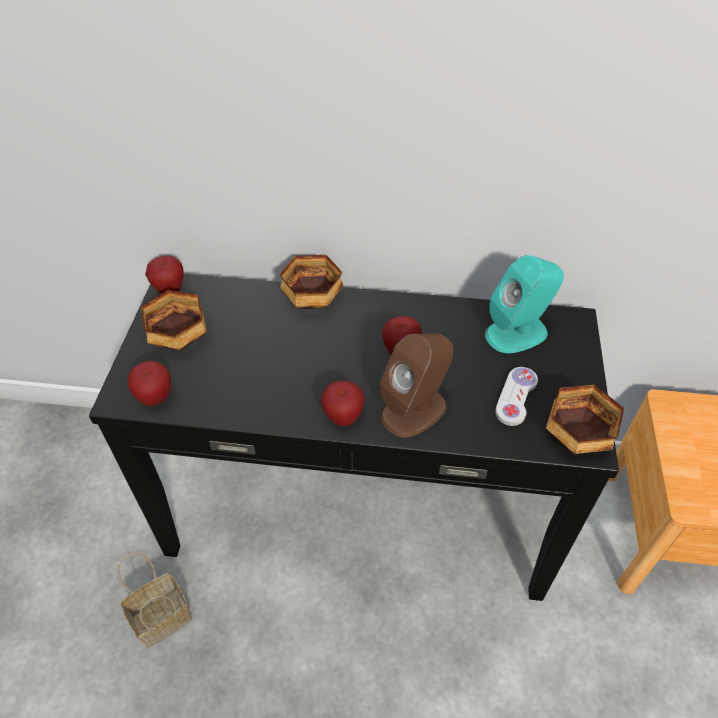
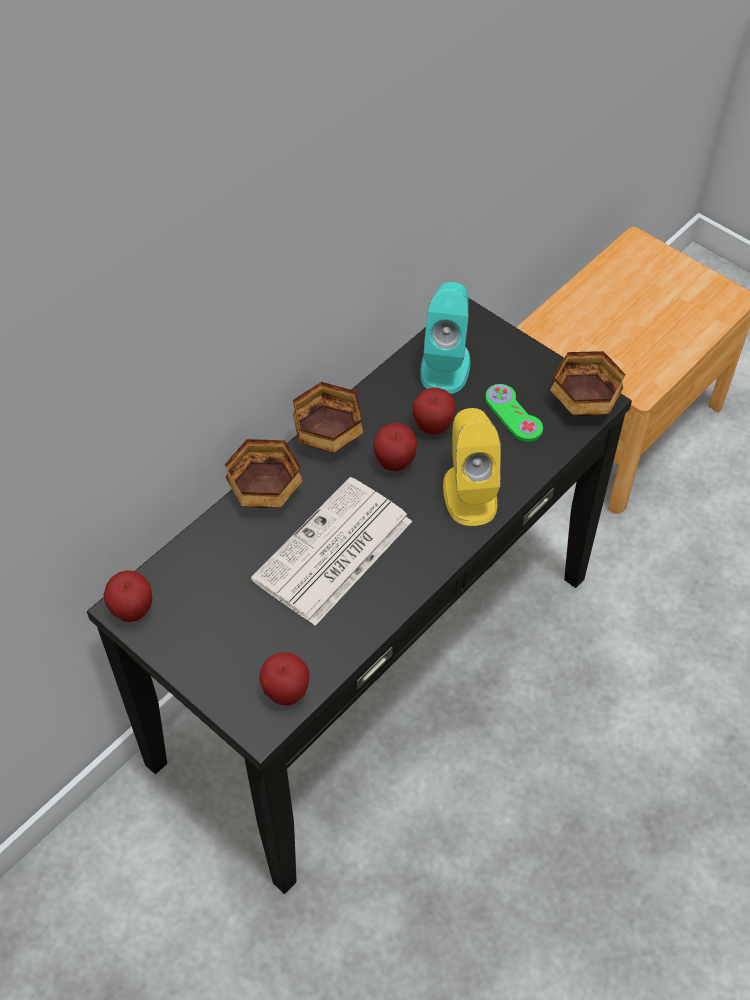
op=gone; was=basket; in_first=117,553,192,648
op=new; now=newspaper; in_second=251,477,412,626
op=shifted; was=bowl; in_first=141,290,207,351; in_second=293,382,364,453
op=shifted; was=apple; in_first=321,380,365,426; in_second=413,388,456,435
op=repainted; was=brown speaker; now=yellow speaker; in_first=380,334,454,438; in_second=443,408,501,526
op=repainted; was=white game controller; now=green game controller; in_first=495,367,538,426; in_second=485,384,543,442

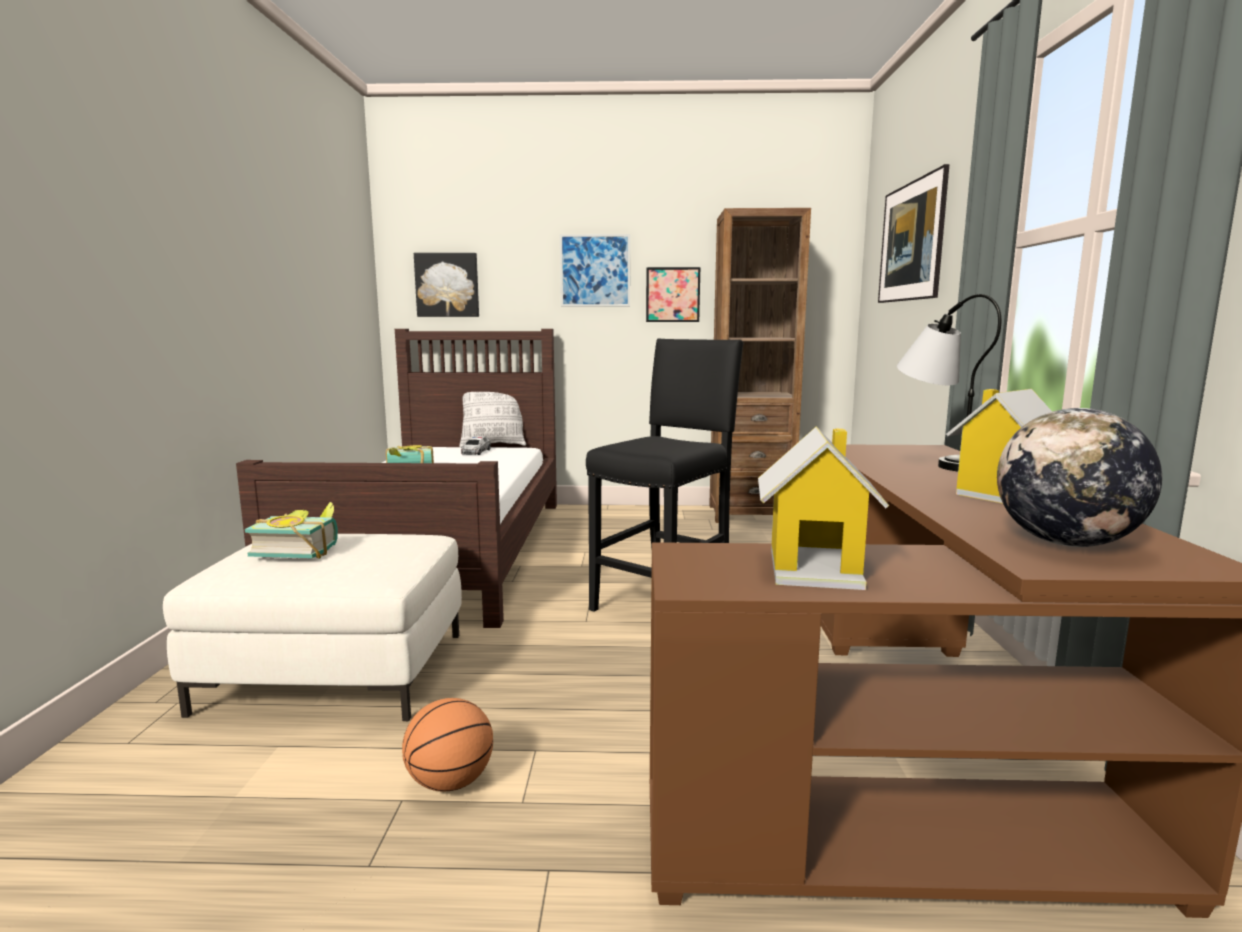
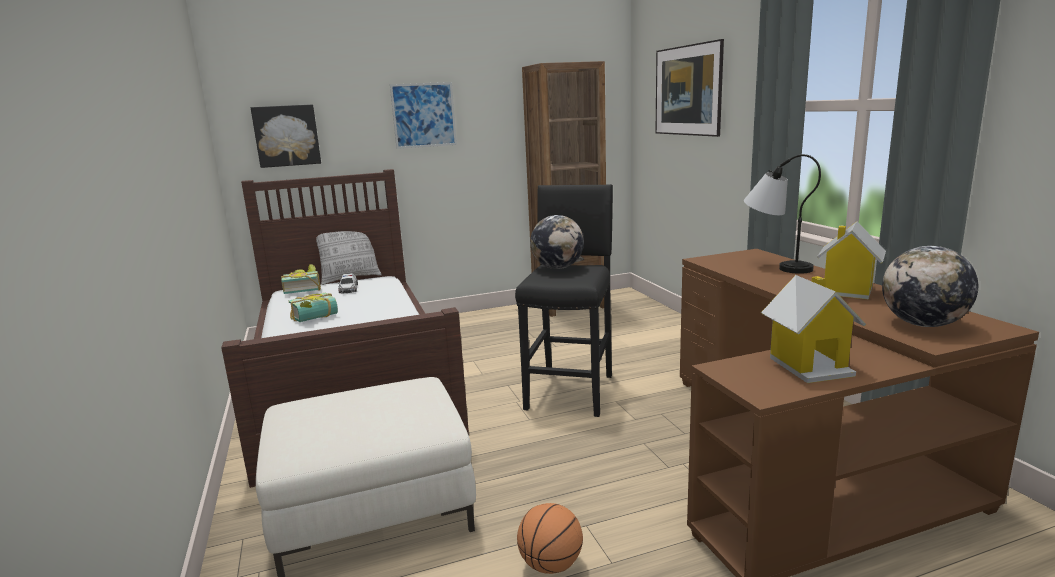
op=gone; was=picture; in_first=646,267,700,322
op=new; now=globe; in_second=530,215,584,269
op=shifted; was=book; in_first=245,502,338,559; in_second=281,264,321,294

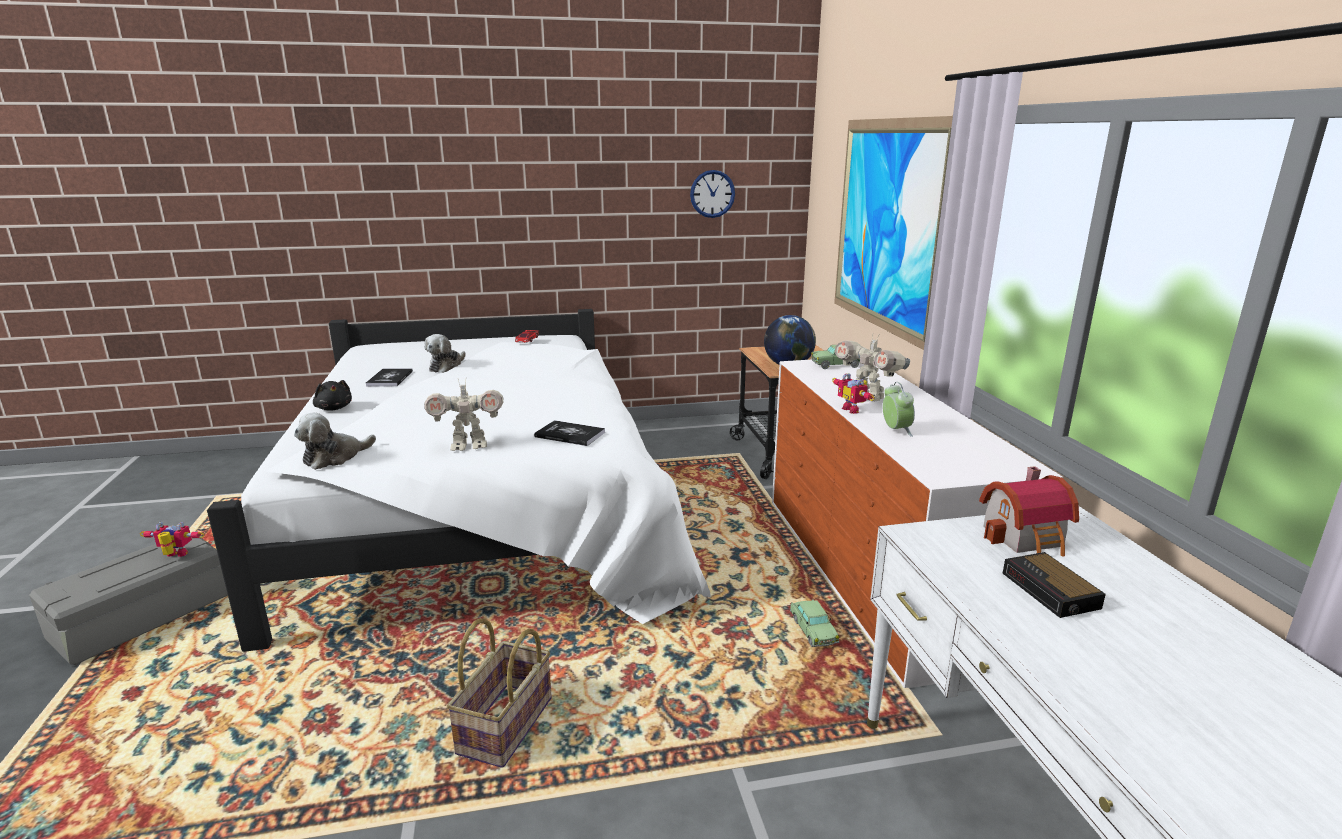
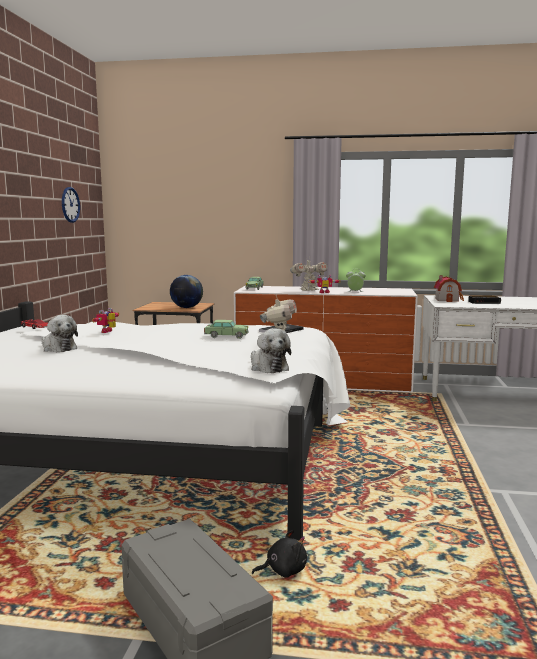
op=gone; was=book; in_first=366,369,413,386
op=gone; was=basket; in_first=447,618,552,768
op=gone; was=picture; in_first=834,116,953,350
op=shifted; was=toy robot; in_first=140,522,205,557; in_second=92,308,119,333
op=shifted; was=black plush toy; in_first=313,380,352,411; in_second=252,530,307,578
op=shifted; was=toy car; in_first=790,599,840,647; in_second=204,320,248,339

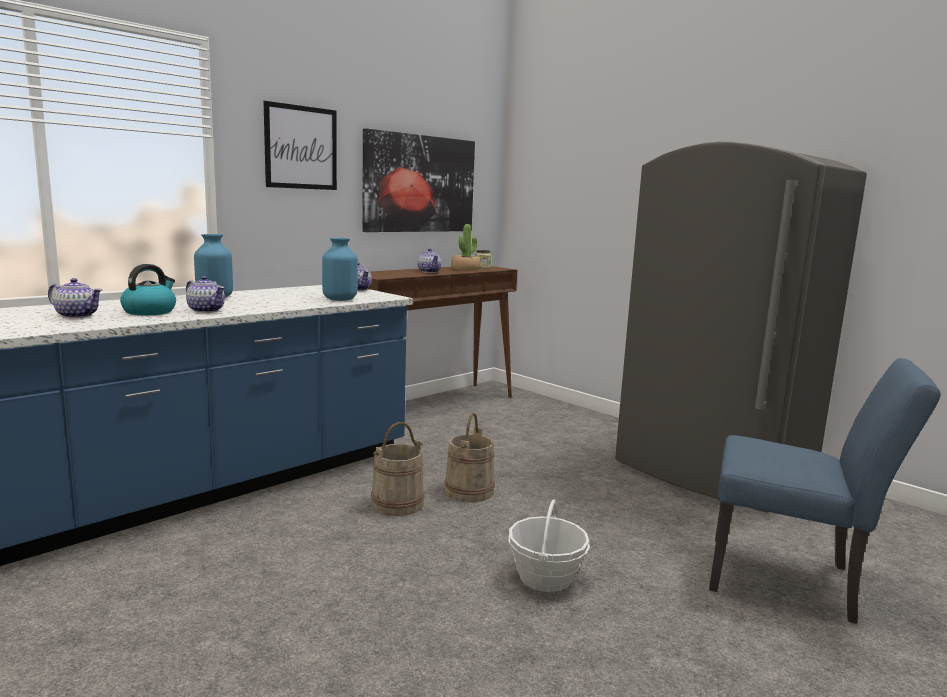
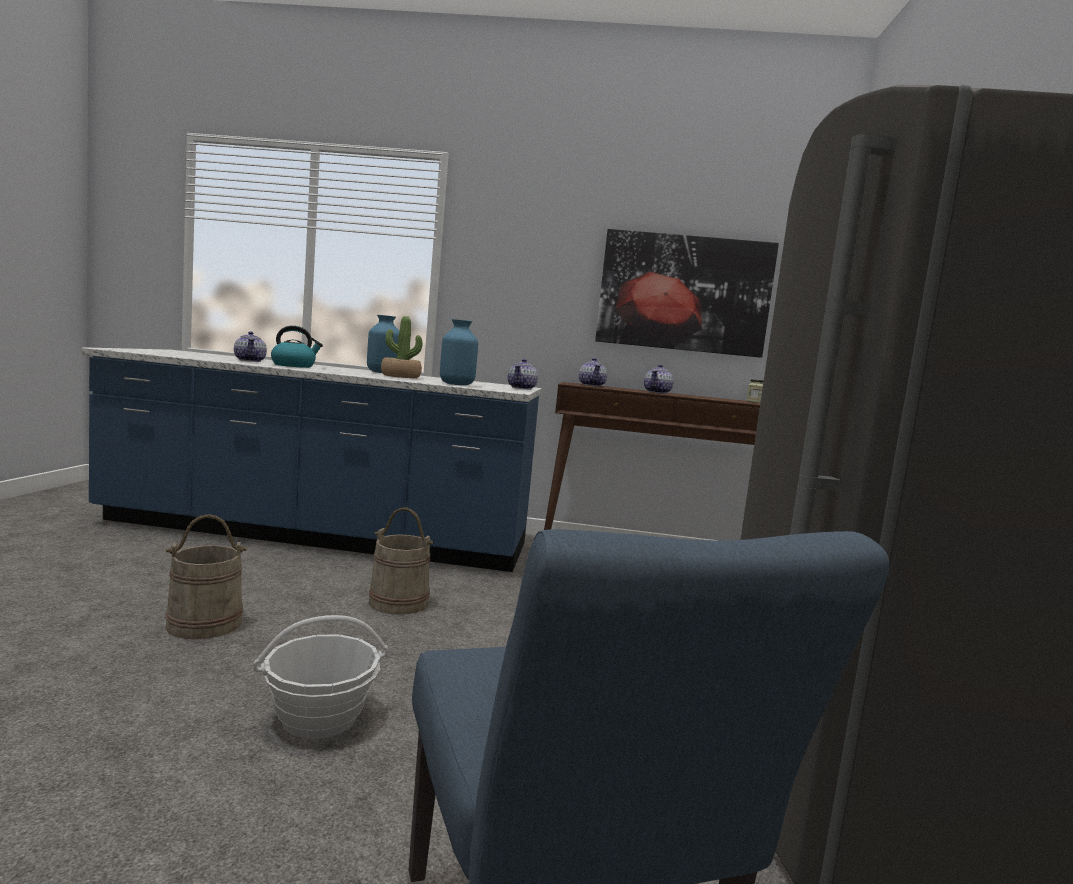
op=gone; was=picture; in_first=263,101,337,190
op=shifted; was=teapot; in_first=186,276,225,313; in_second=579,358,607,387
op=shifted; was=beige bucket; in_first=445,413,495,502; in_second=165,514,247,639
op=shifted; was=potted plant; in_first=451,224,481,271; in_second=381,316,422,378

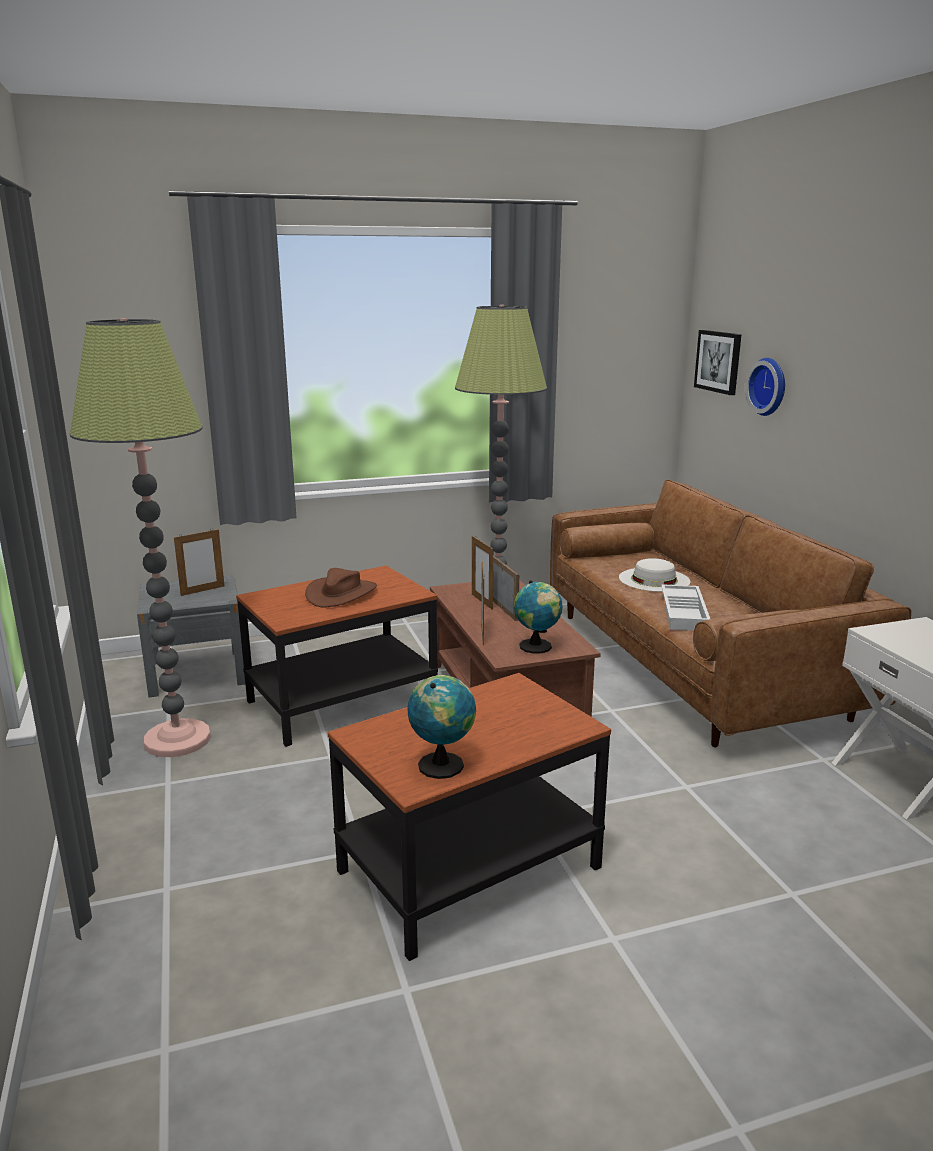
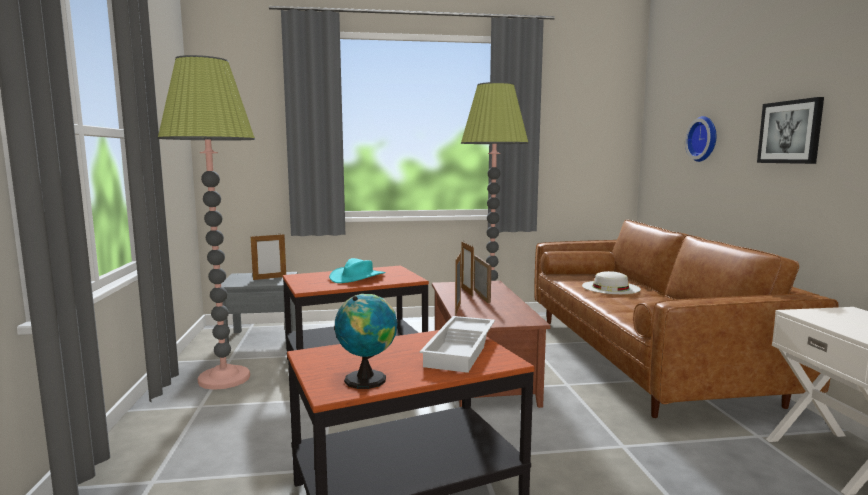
op=gone; was=globe; in_first=514,580,563,654
op=shifted; was=white tray; in_first=661,584,710,631; in_second=420,316,495,373
op=shifted; was=picture; in_first=694,330,742,395; in_second=757,97,824,164
op=repainted; was=brown hat; now=turquoise hat; in_first=305,568,377,607; in_second=329,258,386,283

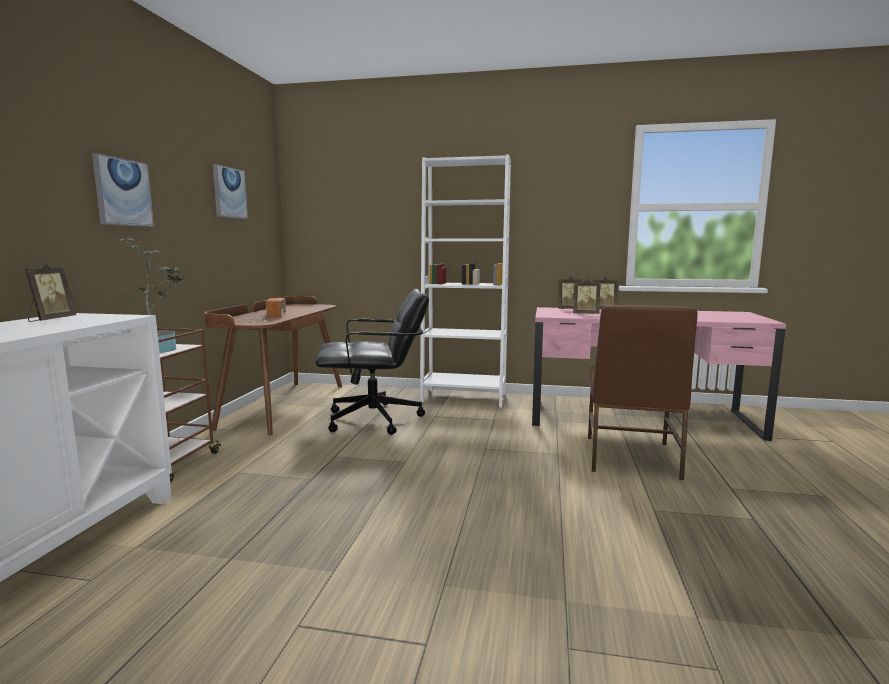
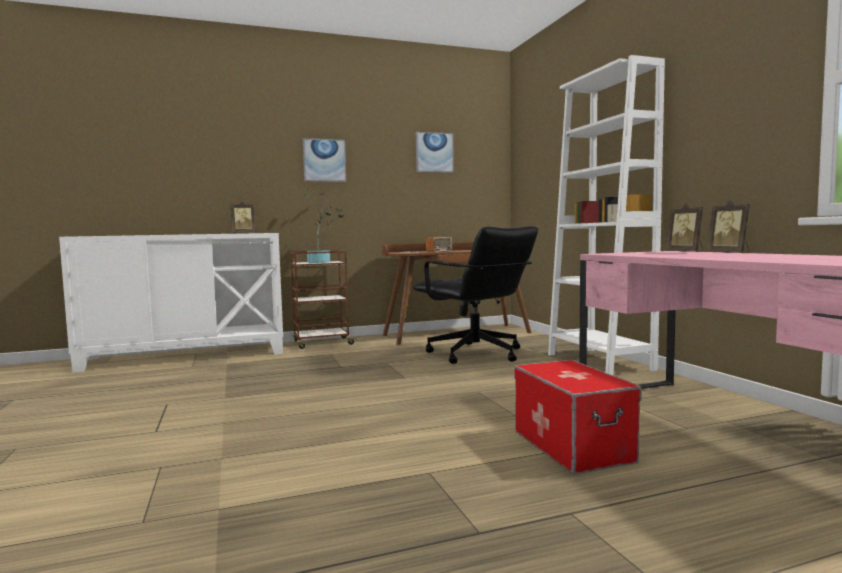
op=gone; was=picture frame; in_first=573,278,601,314
op=swapped; was=brown chair; now=storage box; in_first=588,305,698,480; in_second=514,360,641,474

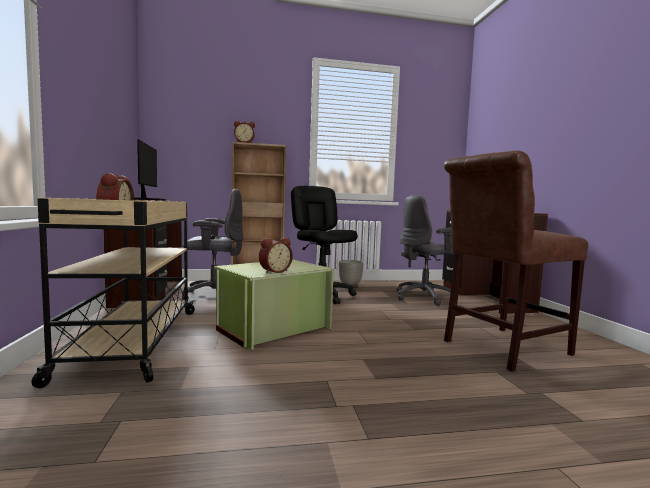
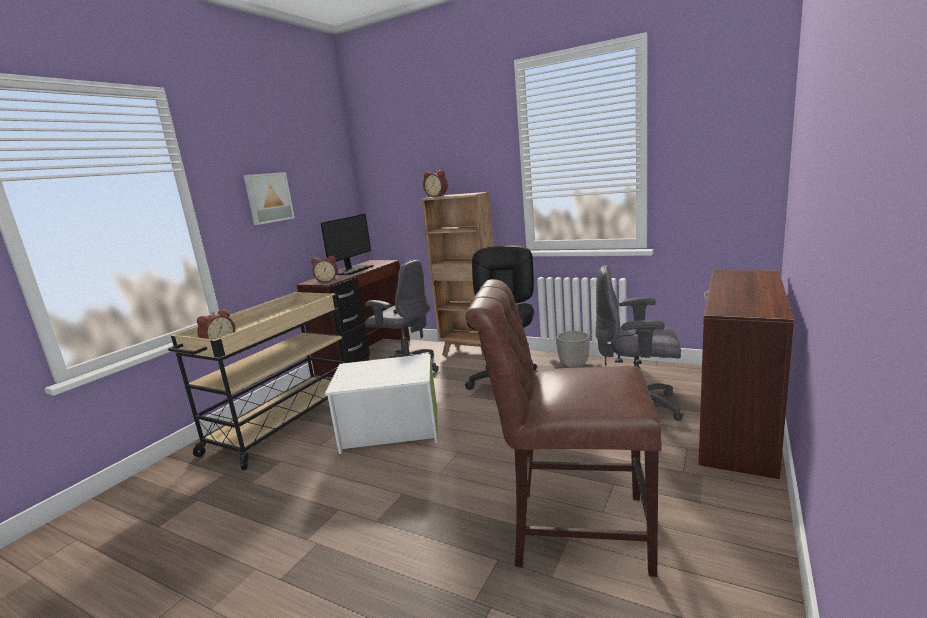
op=new; now=picture; in_second=243,172,295,225
op=shifted; was=alarm clock; in_first=259,237,293,273; in_second=311,256,338,283
op=repainted; was=green storage box; now=white storage box; in_first=214,259,334,350; in_second=325,354,438,454

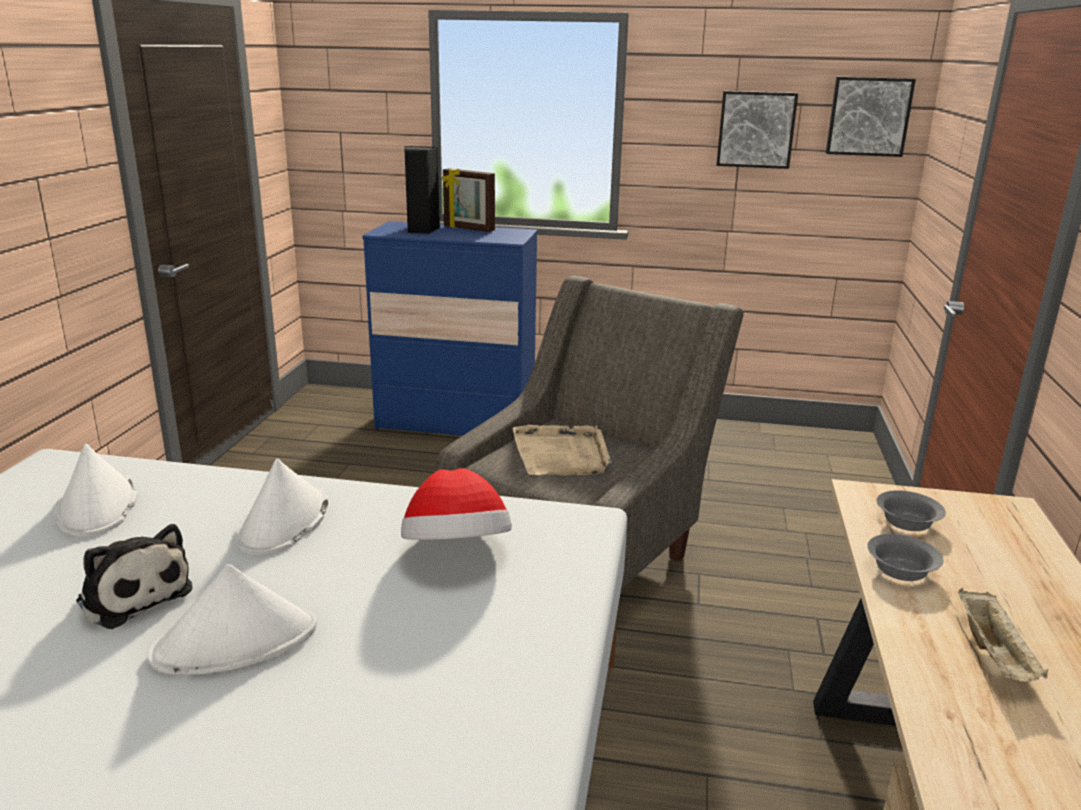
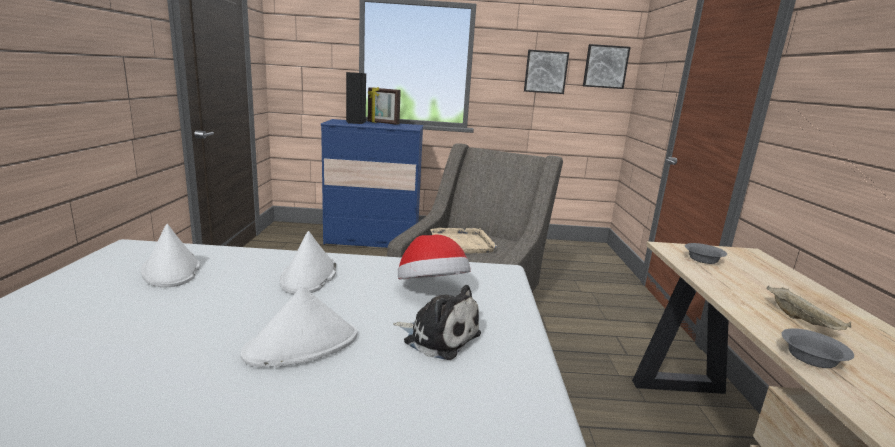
op=shifted; was=plush toy; in_first=76,524,193,629; in_second=393,285,481,360
op=shifted; was=grey bowl; in_first=867,534,943,581; in_second=782,328,854,368

